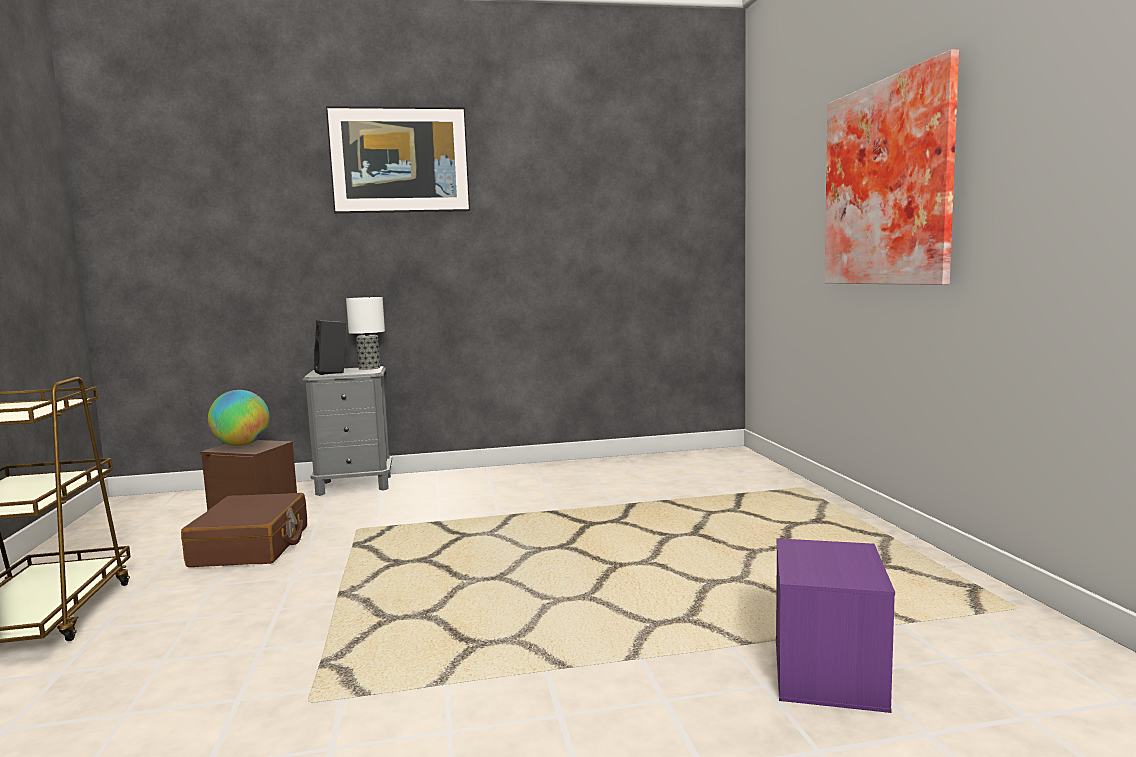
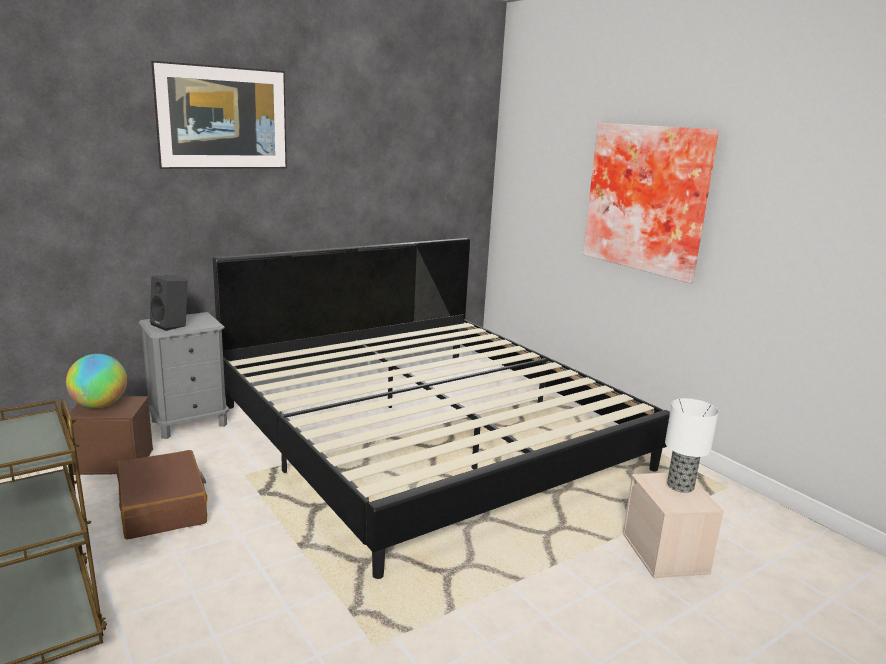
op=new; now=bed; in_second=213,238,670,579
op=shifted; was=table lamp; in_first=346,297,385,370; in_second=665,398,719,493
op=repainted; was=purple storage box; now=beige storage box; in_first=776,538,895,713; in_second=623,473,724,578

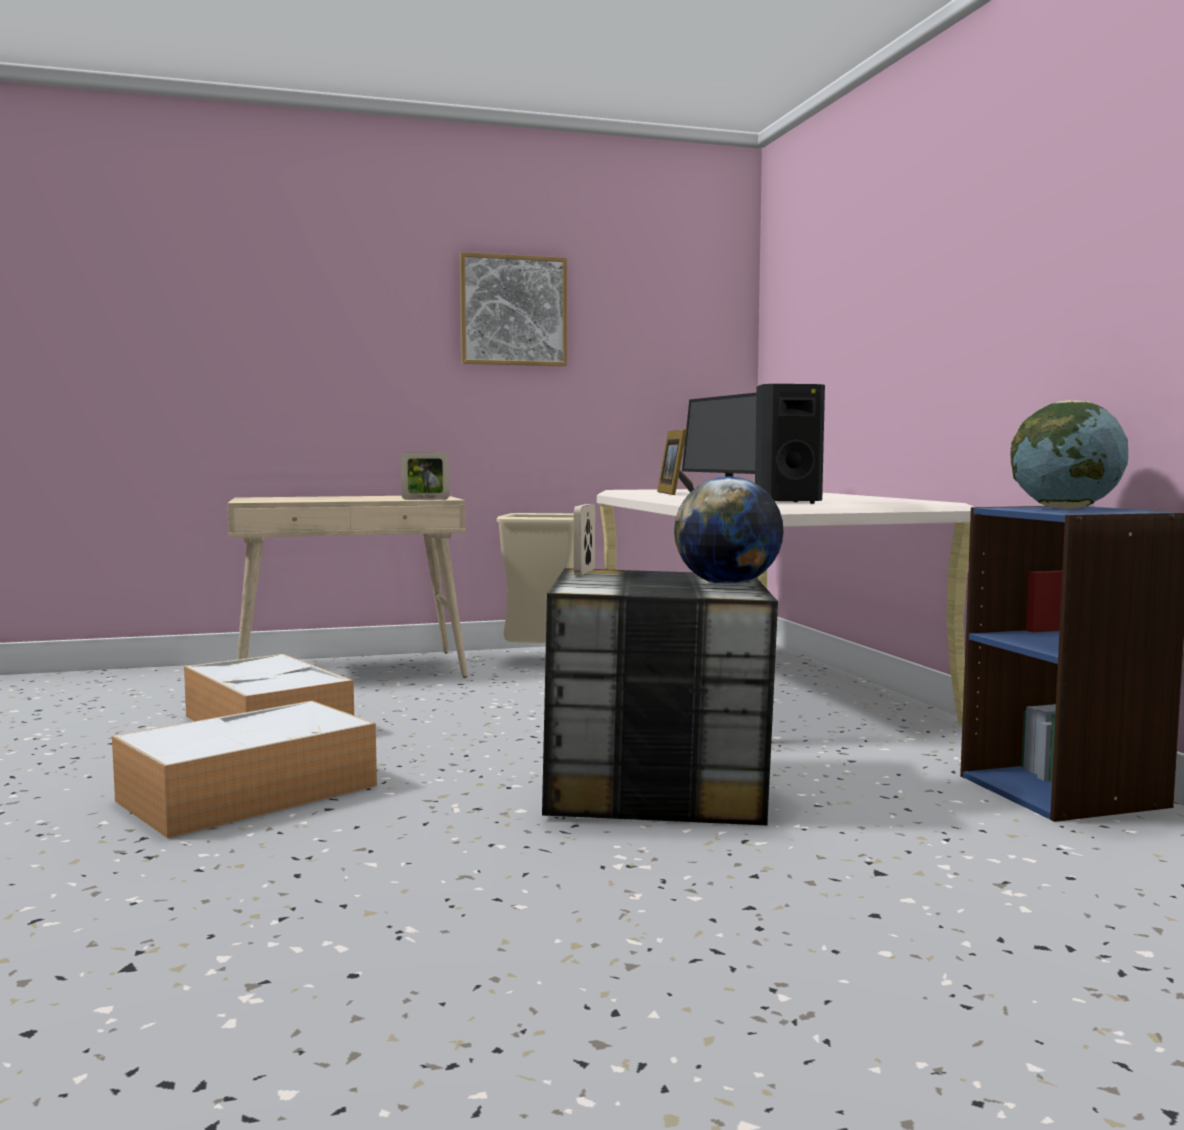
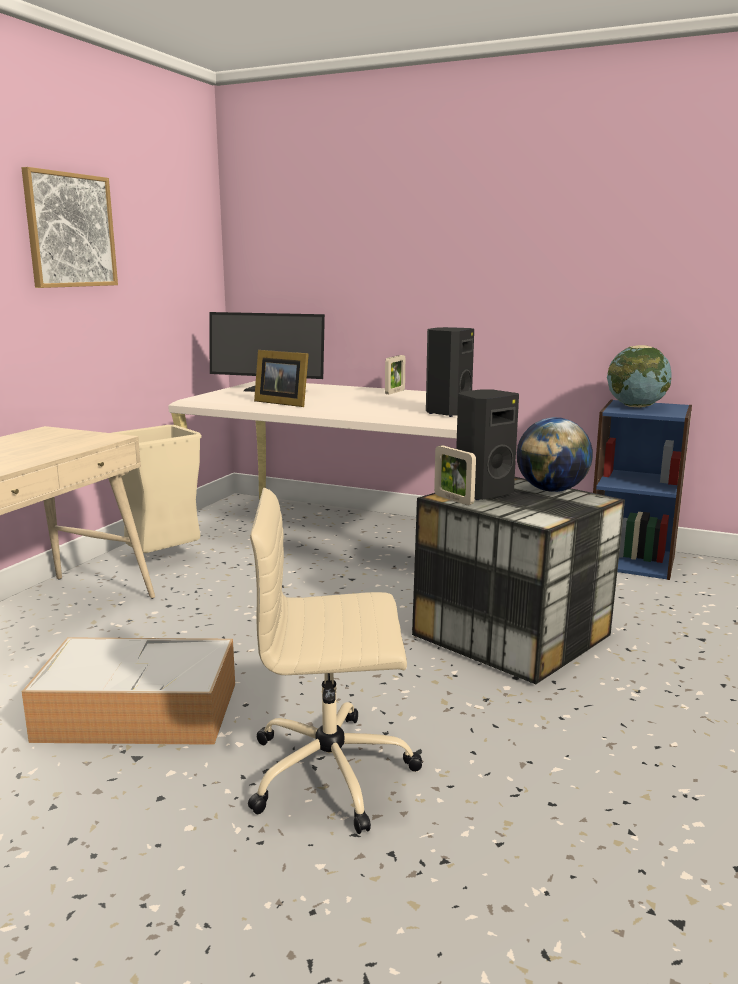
op=new; now=black speaker; in_second=456,390,519,500
op=shifted; was=picture frame; in_first=401,452,450,500; in_second=385,355,405,394
op=swapped; was=storage box; now=beige office chair; in_first=112,701,377,838; in_second=248,488,423,834

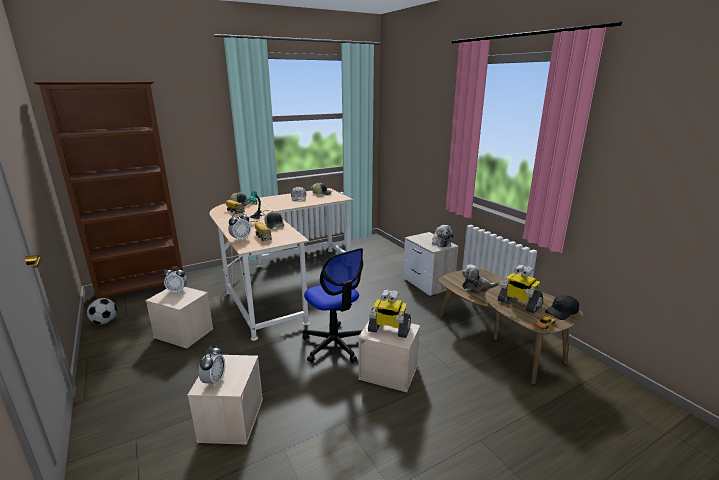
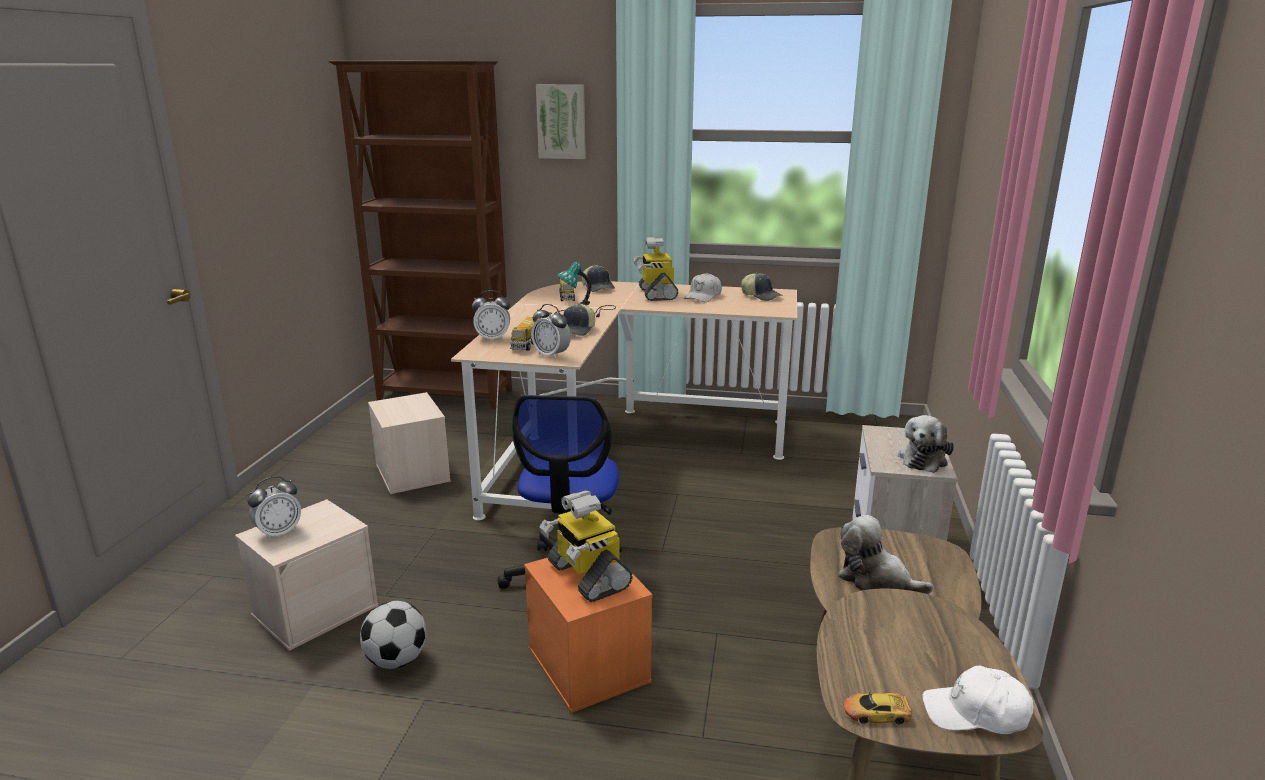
op=new; now=picture; in_second=536,85,586,159
op=shifted; was=football; in_first=87,298,117,324; in_second=360,601,426,669
op=shifted; was=alarm clock; in_first=163,266,187,293; in_second=531,304,571,360
op=shifted; was=toy robot; in_first=498,265,543,313; in_second=633,237,678,301
op=repainted; was=beige storage box; now=orange storage box; in_first=358,322,420,392; in_second=524,557,652,713
op=repainted; was=black cap; now=white cap; in_first=545,295,579,320; in_second=922,666,1034,734

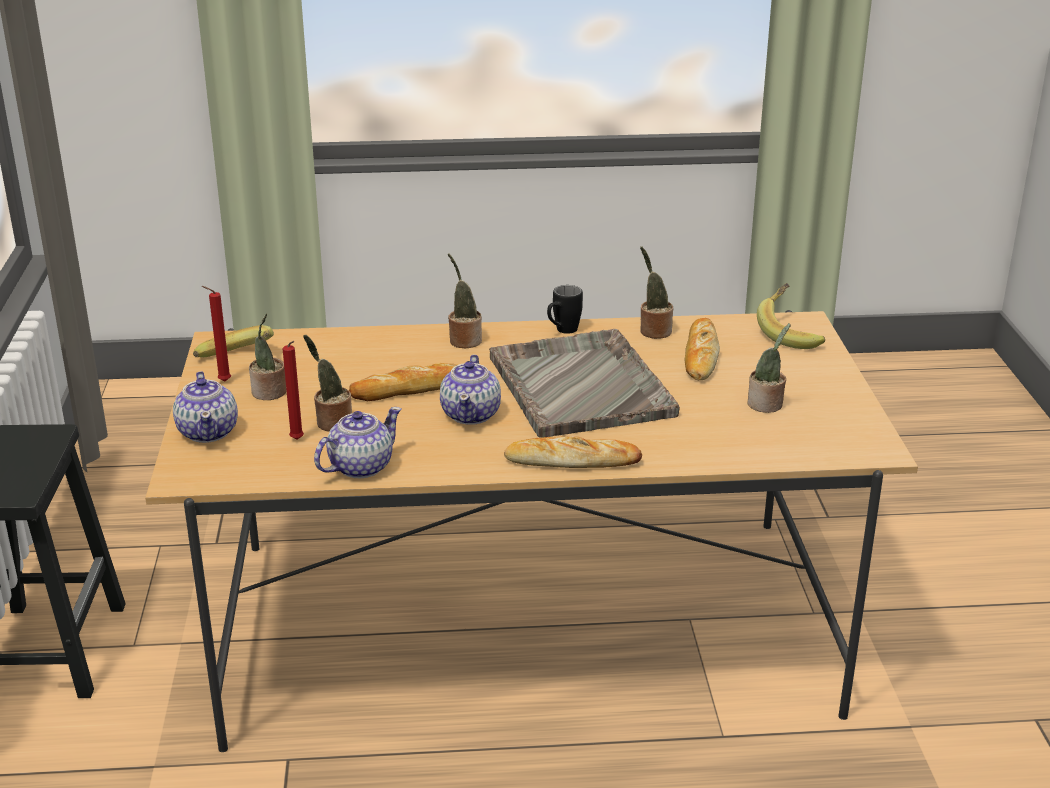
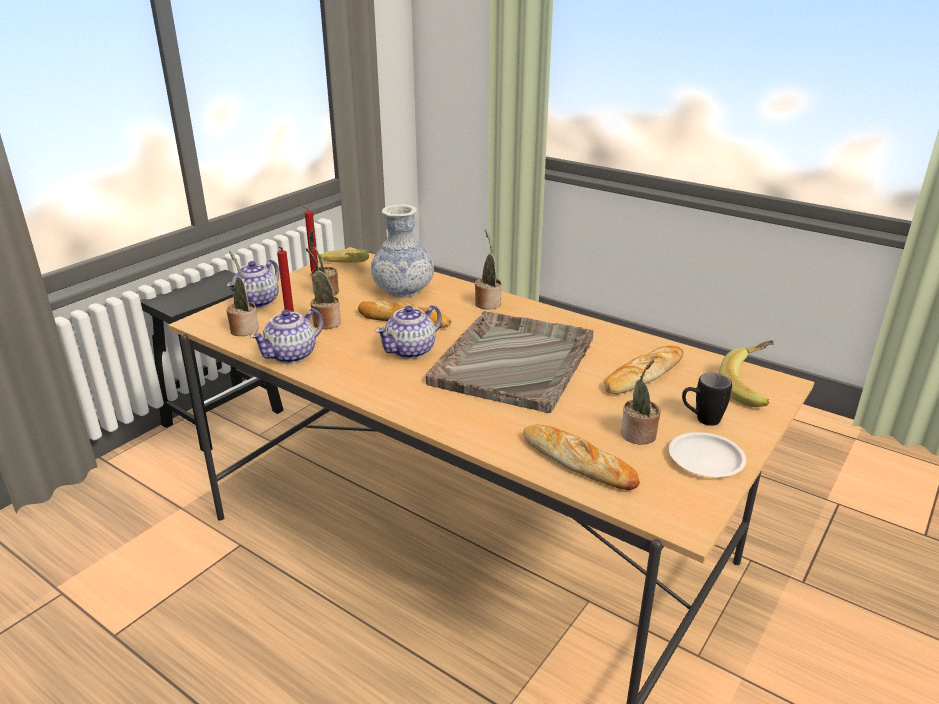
op=new; now=vase; in_second=371,204,434,298
op=new; now=white plate; in_second=669,432,746,477
op=shifted; was=bread; in_first=504,436,642,468; in_second=523,424,640,490
op=shifted; was=black mug; in_first=547,285,583,334; in_second=682,373,732,426
op=shifted; was=potted plant; in_first=640,246,673,339; in_second=226,251,259,336
op=rotated; was=teapot; in_first=314,407,401,479; in_second=250,308,323,364; clockwise=135

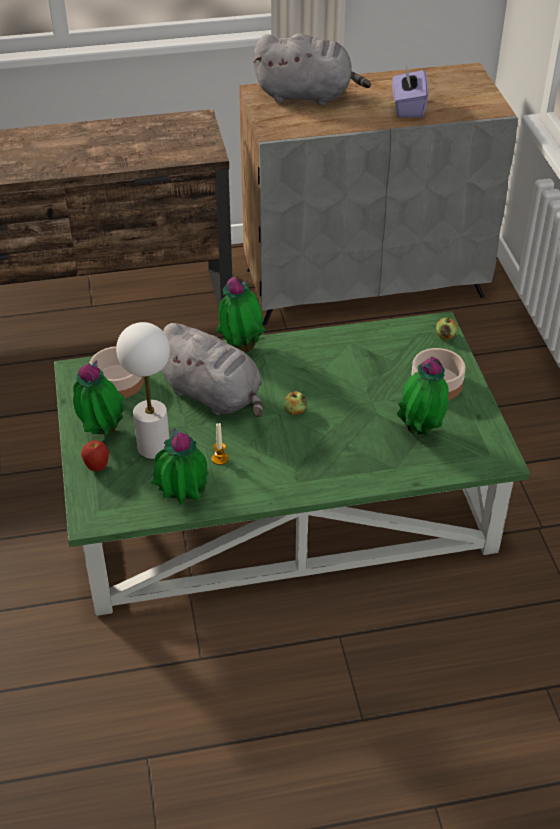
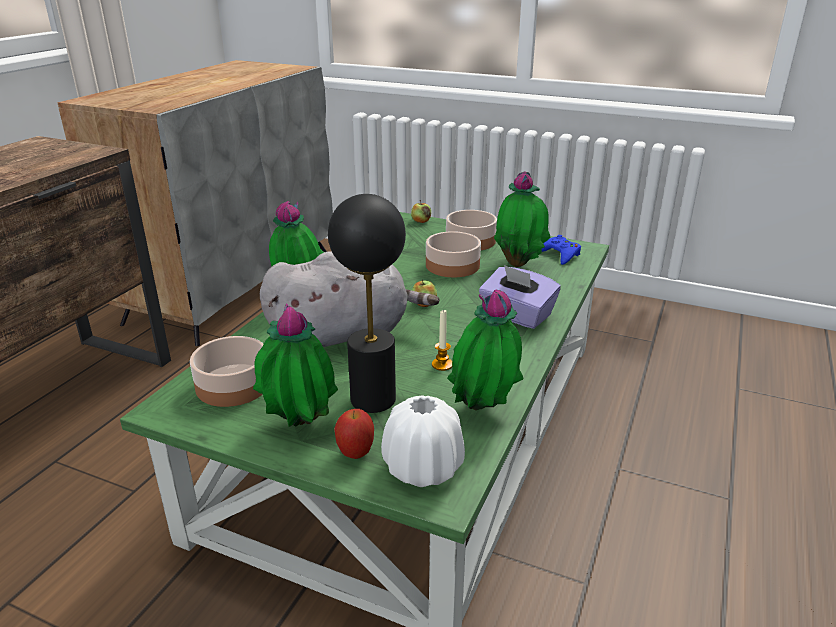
op=gone; was=grey plush toy; in_first=253,33,371,106
op=new; now=white vase; in_second=381,395,465,487
op=new; now=bowl; in_second=426,231,481,277
op=new; now=blue game controller; in_second=541,235,581,265
op=shifted; was=purple tissue box; in_first=392,65,428,118; in_second=479,265,561,329
op=repainted; was=white table lamp; now=black table lamp; in_first=116,322,170,459; in_second=328,194,406,413

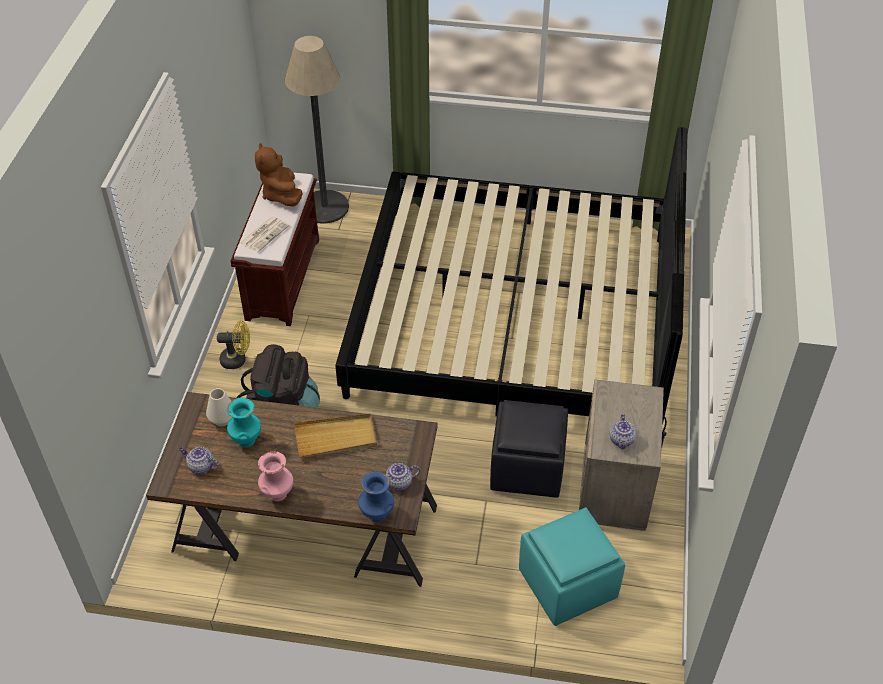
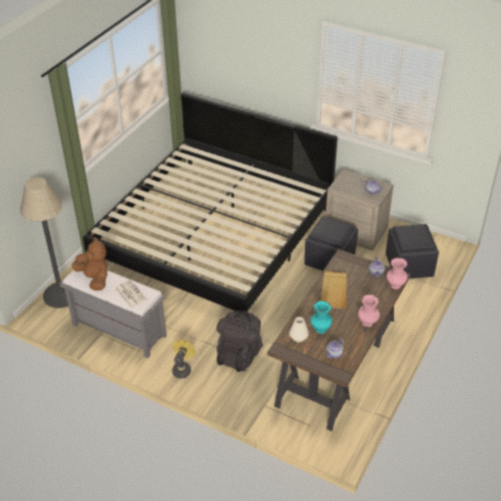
op=repainted; was=brown bench; now=grey bench; in_first=231,172,319,326; in_second=60,270,167,358
op=repainted; was=blue vase; now=pink vase; in_first=358,472,394,522; in_second=387,258,407,289
op=repainted; was=turquoise ottoman; now=black ottoman; in_first=519,507,625,626; in_second=386,224,439,279
op=rotated; was=brown plush toy; in_first=255,143,303,207; in_second=72,237,107,291; clockwise=-135

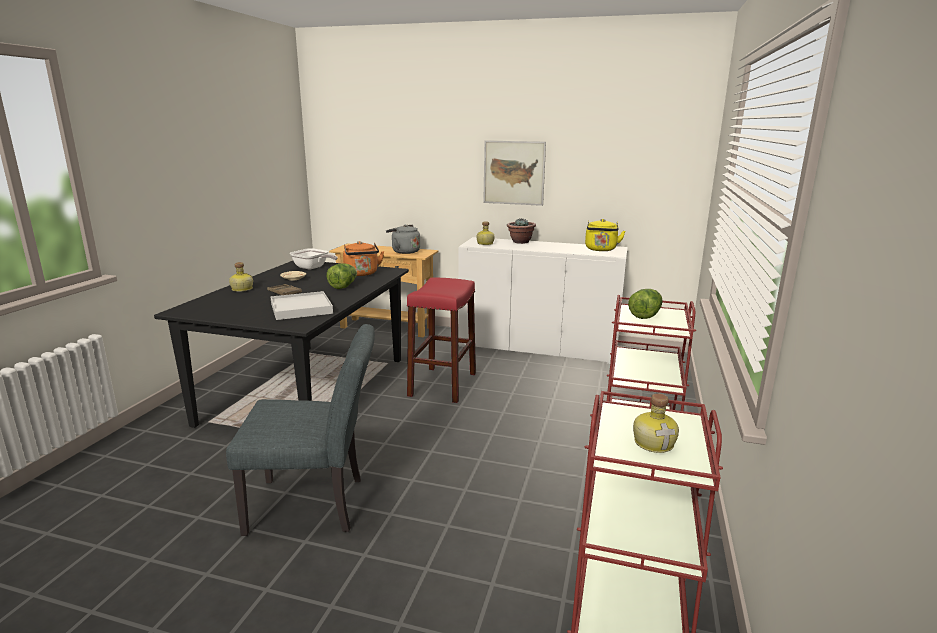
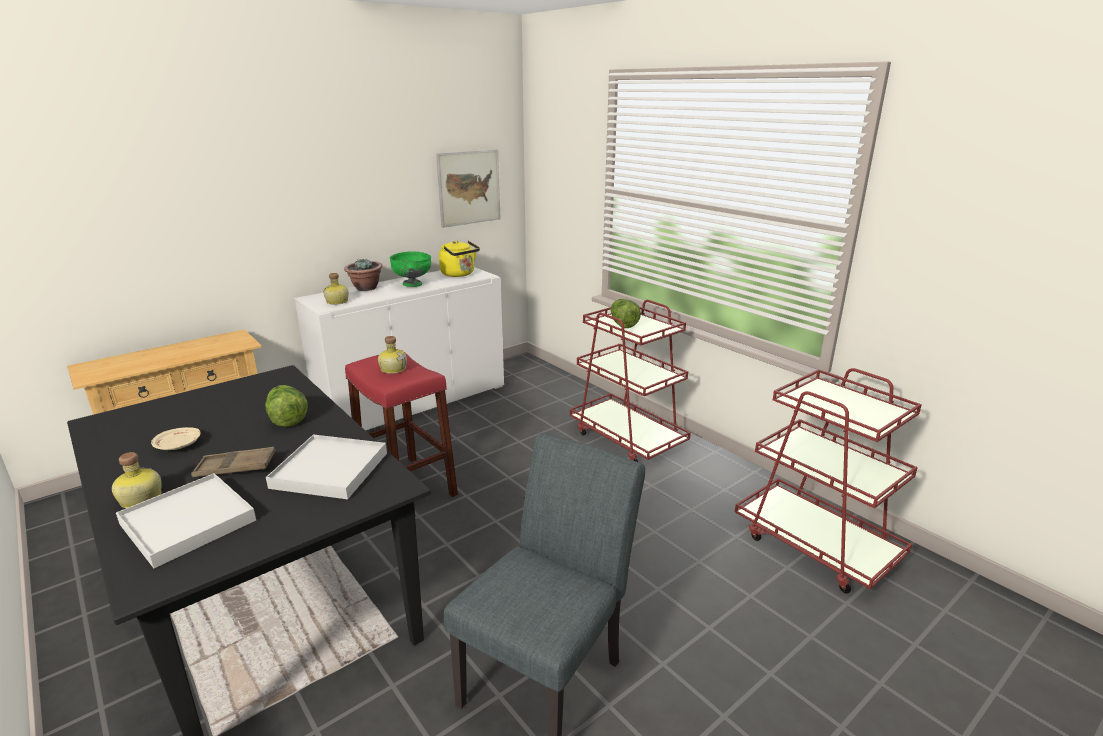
op=gone; was=frying pan; in_first=290,248,338,270
op=gone; was=orange kettle; in_first=343,241,384,276
op=gone; was=grey kettle; in_first=386,225,420,254
op=new; now=white tray; in_second=116,473,256,568
op=new; now=green bowl; in_second=390,251,431,287
op=shifted; was=picture; in_first=483,140,546,206; in_second=436,149,501,228
op=shifted; was=bottle; in_first=633,394,679,453; in_second=378,336,407,374

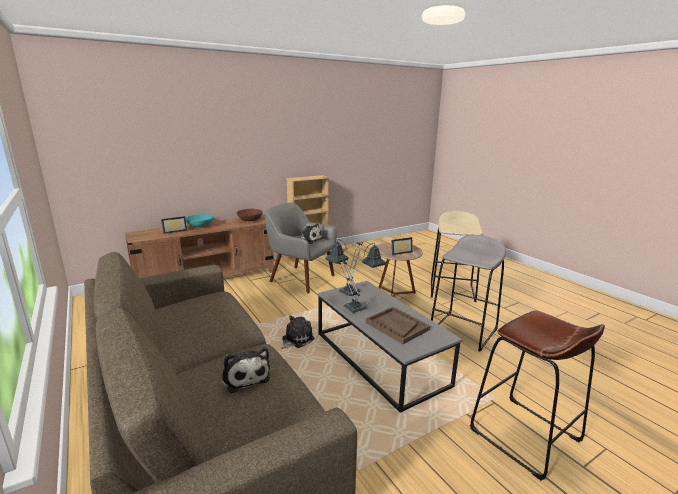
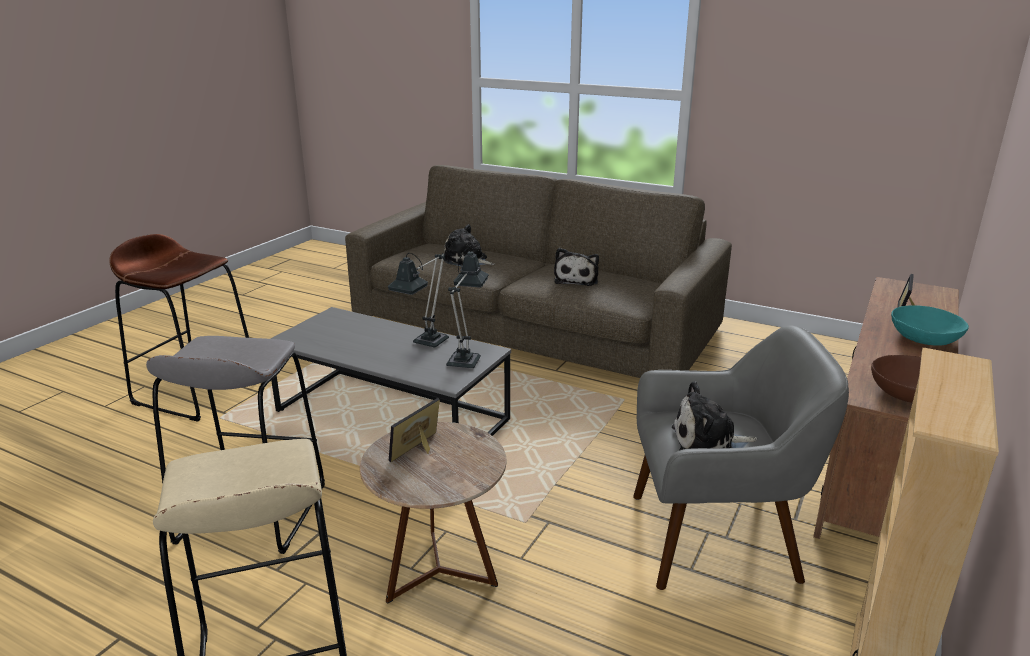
op=gone; was=brown tray; in_first=366,307,430,344
op=shifted; was=plush toy; in_first=282,316,315,349; in_second=554,248,599,286

